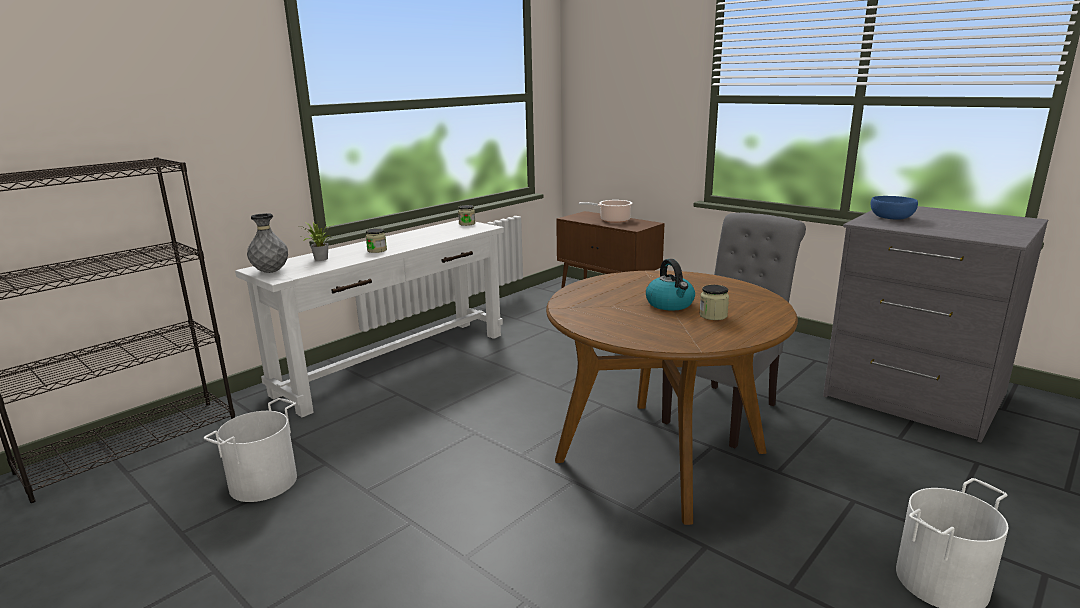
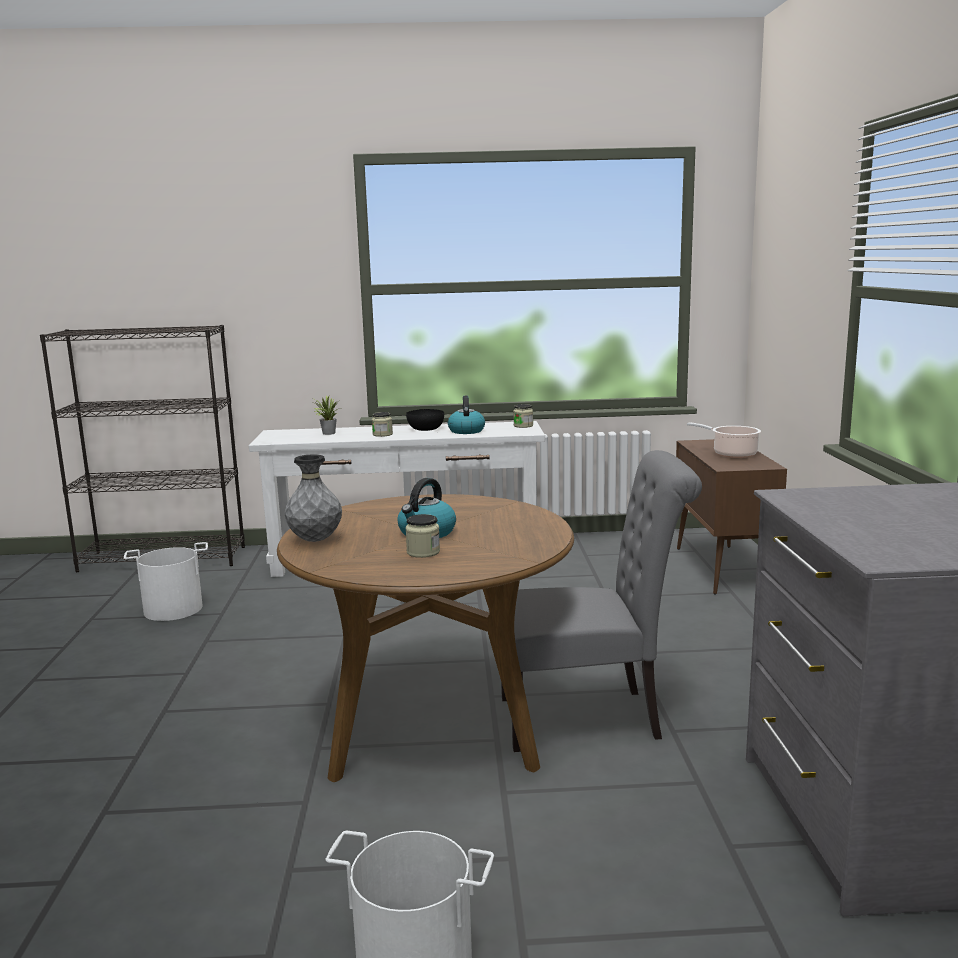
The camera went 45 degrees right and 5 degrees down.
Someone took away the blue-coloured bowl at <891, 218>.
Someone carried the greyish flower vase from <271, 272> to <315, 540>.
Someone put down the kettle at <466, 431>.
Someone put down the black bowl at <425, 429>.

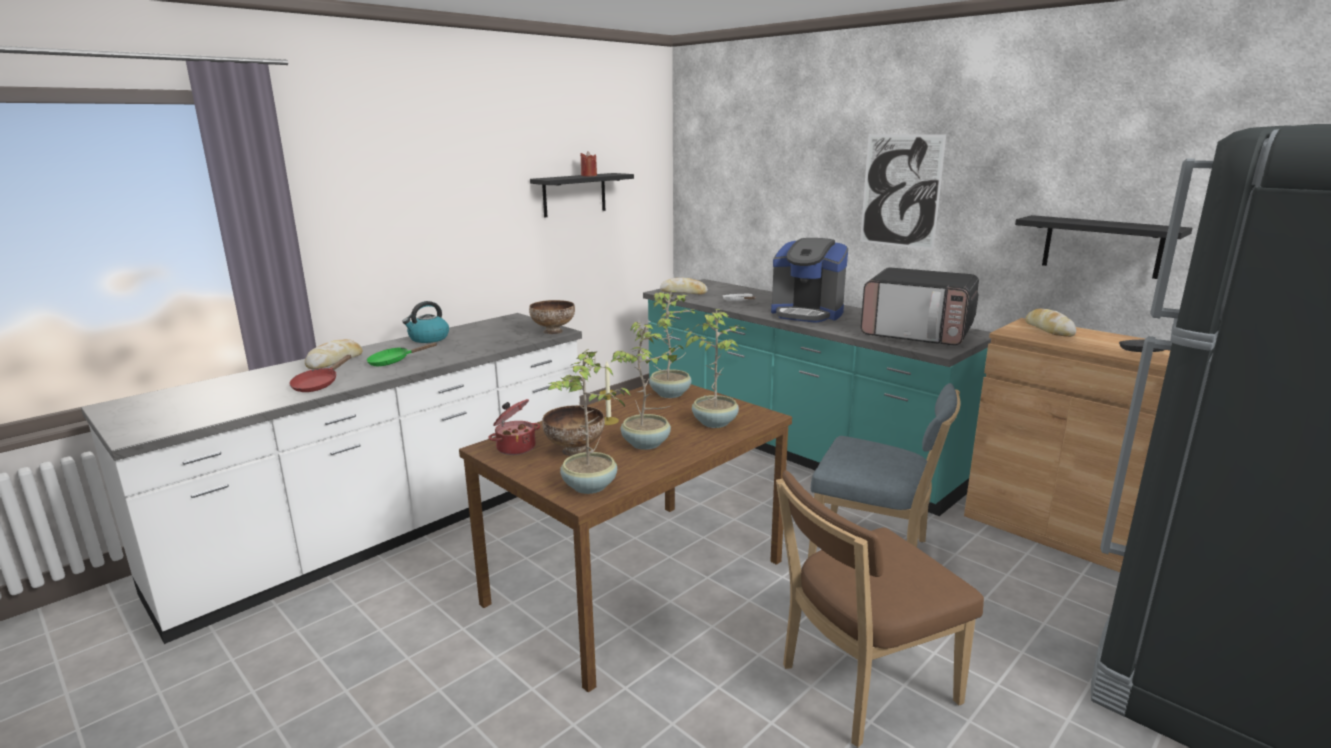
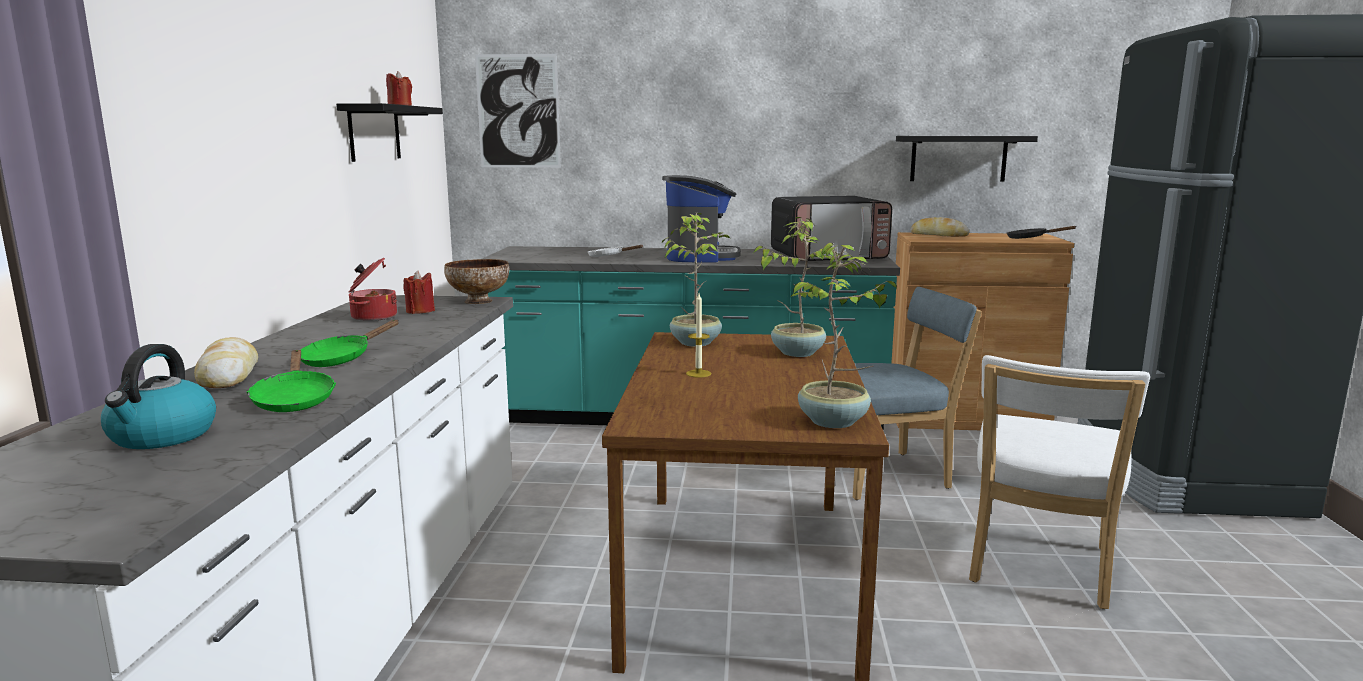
The camera went 40 degrees left and 5 degrees down.
Someone carried the wall picture from <900, 191> to <518, 111>.
Someone rotated the coffee machine at <807, 313> by 75 degrees counterclockwise.
Someone took away the baked bread at <683, 292>.
Someone carried the kettle from <428, 339> to <162, 436>.
Someone took away the houseplant at <647, 444>.
Someone repainted the red skillet at <318, 384>, which became the greenish skillet at <294, 400>.
Someone carried the saucepot from <515, 447> to <373, 317>.
Someone took away the bowl at <574, 451>.
Someone repainted the brown upright chair at <861, 686>, which became the white-coloured upright chair at <1038, 569>.
Someone put down the red wax light at <420, 311>.

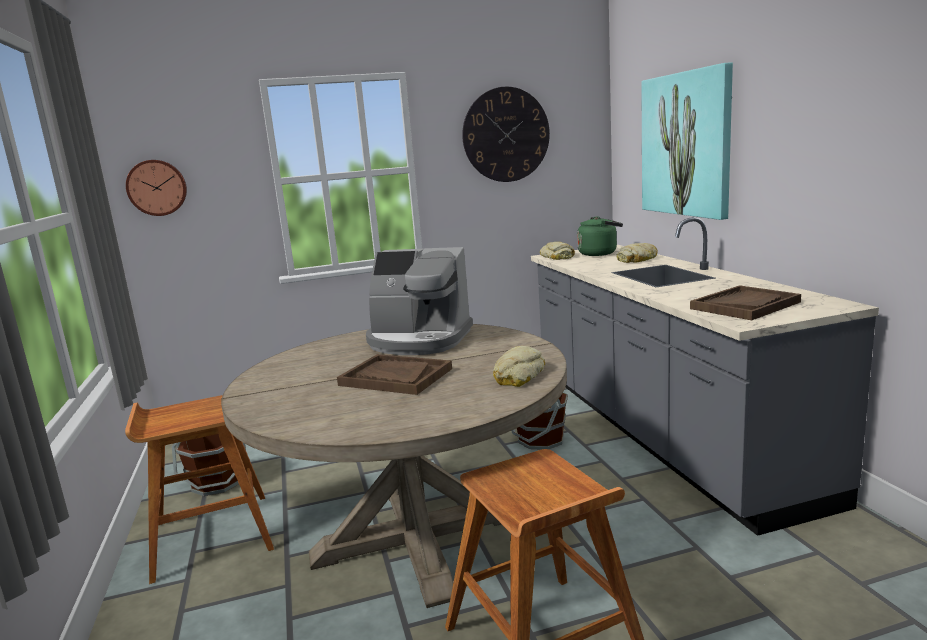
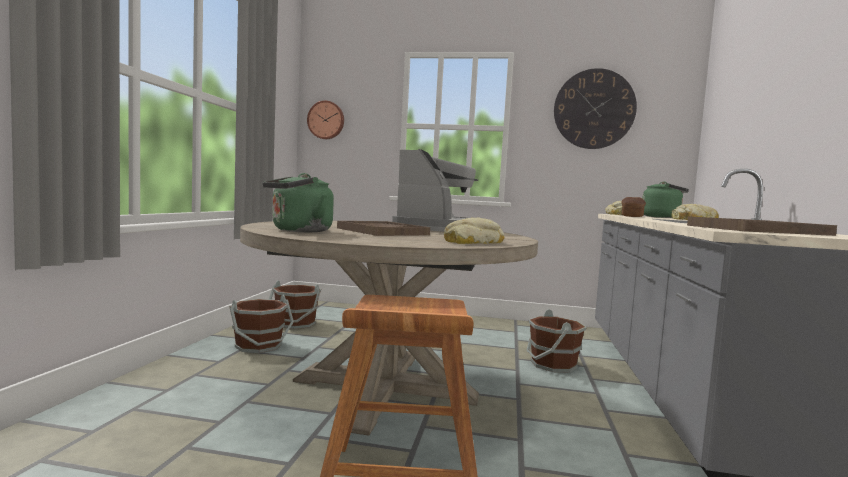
The camera went 25 degrees right and 10 degrees down.
Someone took away the wall picture at <686, 144>.
Someone rotated the coffee machine at <418, 340> by 120 degrees counterclockwise.
Someone swapped the brown stool seat at <211, 536> for the brown bucket at <259, 346>.
Someone put down the greenish kettle at <298, 231>.
Someone put down the baked bread at <632, 216>.

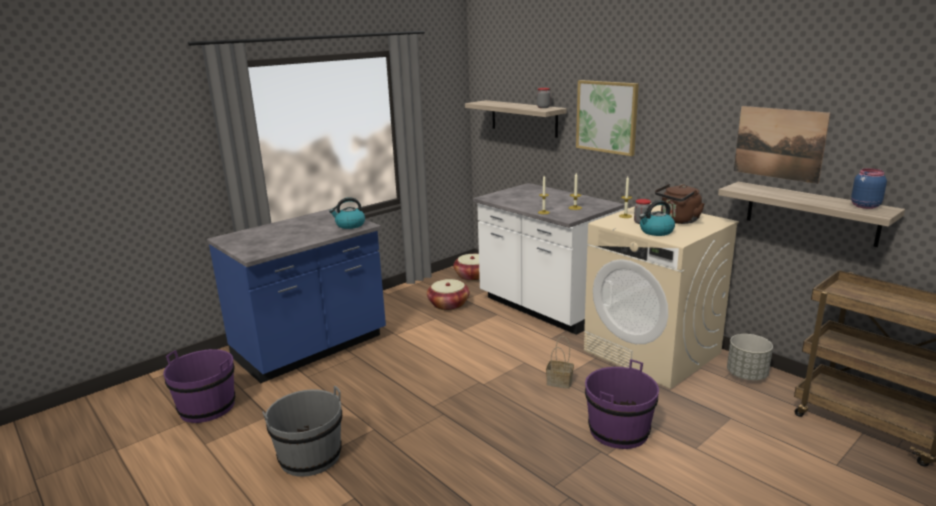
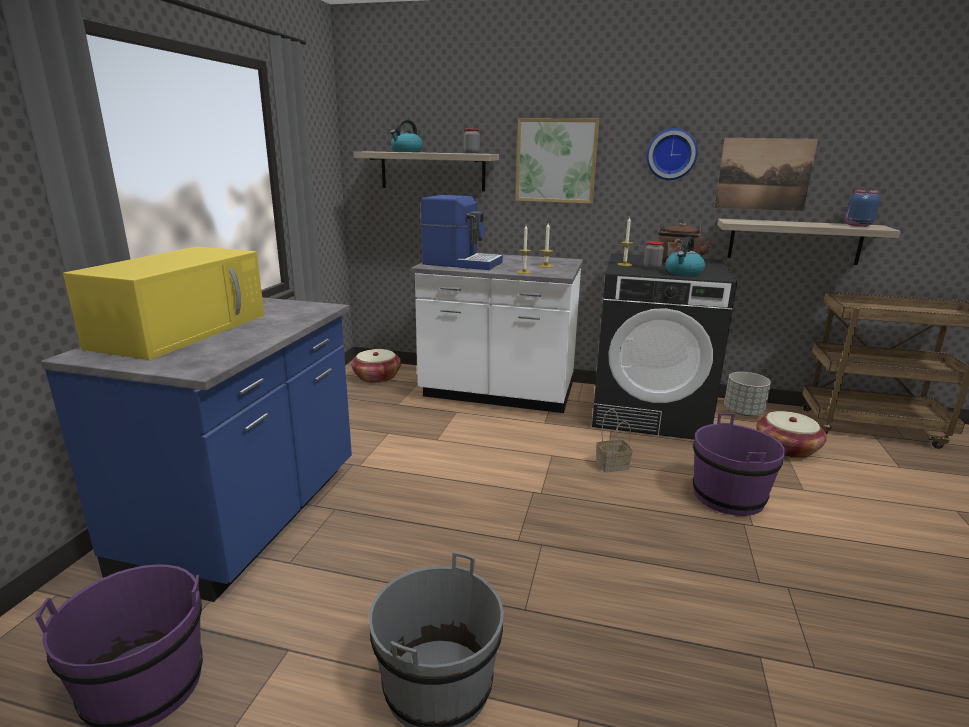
The camera went 35 degrees left and 0 degrees up.
Someone carried the kettle from <350, 225> to <406, 152>.
Someone repainted the sand-coloured washing machine at <652, 352>, which became the black washing machine at <650, 412>.
Someone carried the household basket from <448, 304> to <786, 448>.
Someone put up the hanging clock at <671, 154>.
Someone put down the coffee machine at <462, 263>.
Someone put down the yellowish microwave oven at <183, 330>.

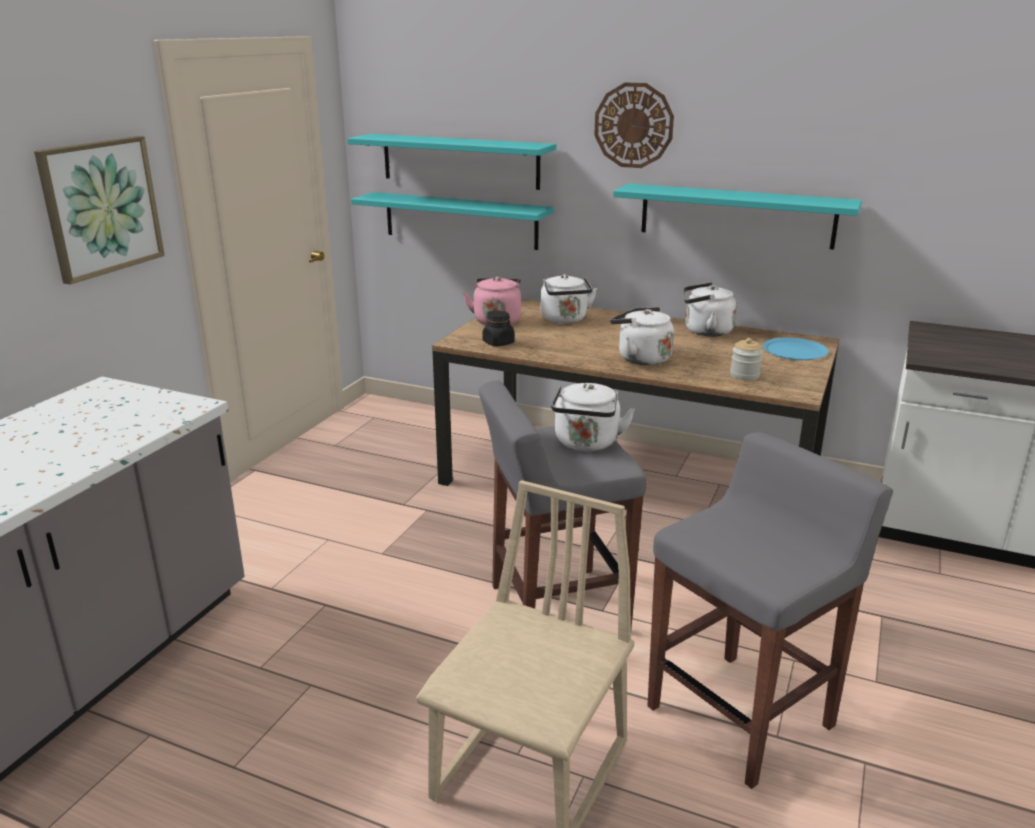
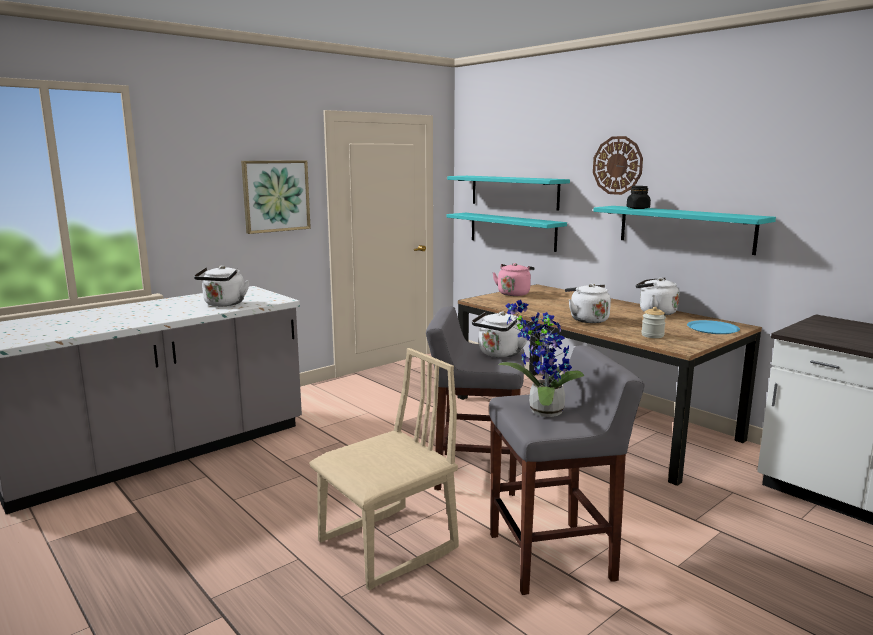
The camera went 25 degrees right and 10 degrees down.
Someone carried the white-coloured kettle from <565, 320> to <223, 304>.
Someone carried the black preserve jar from <498, 343> to <638, 208>.
Someone put down the houseplant at <541, 411>.

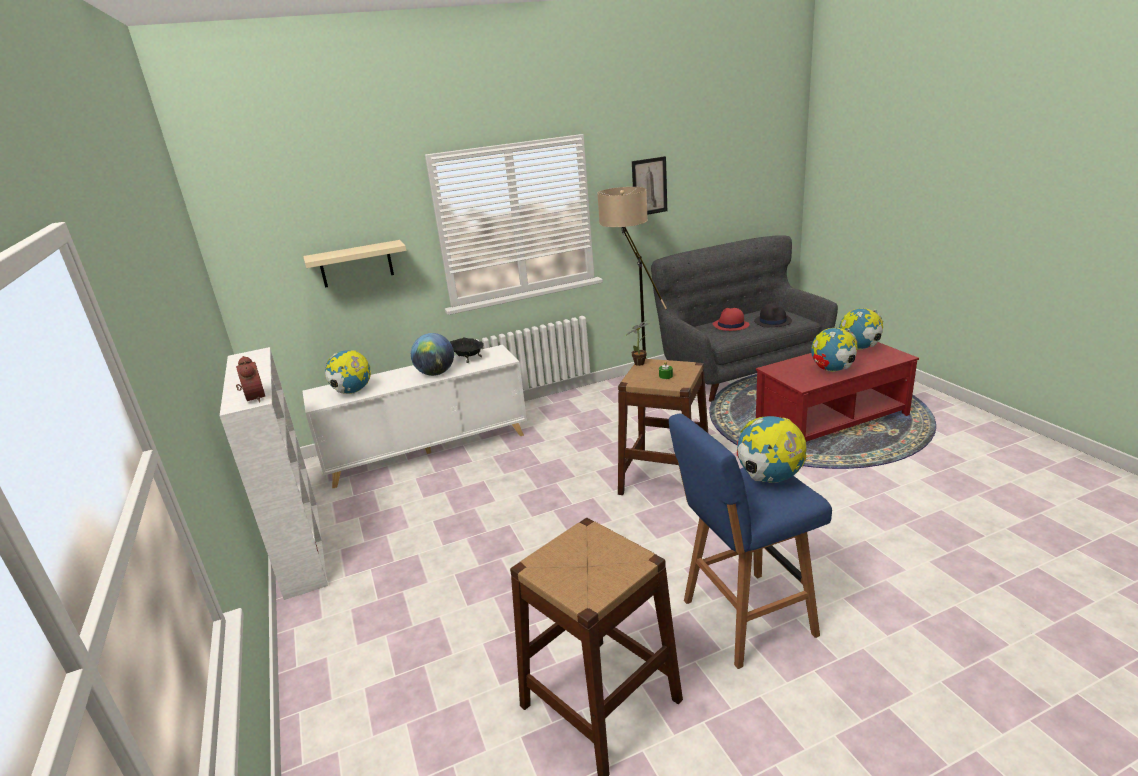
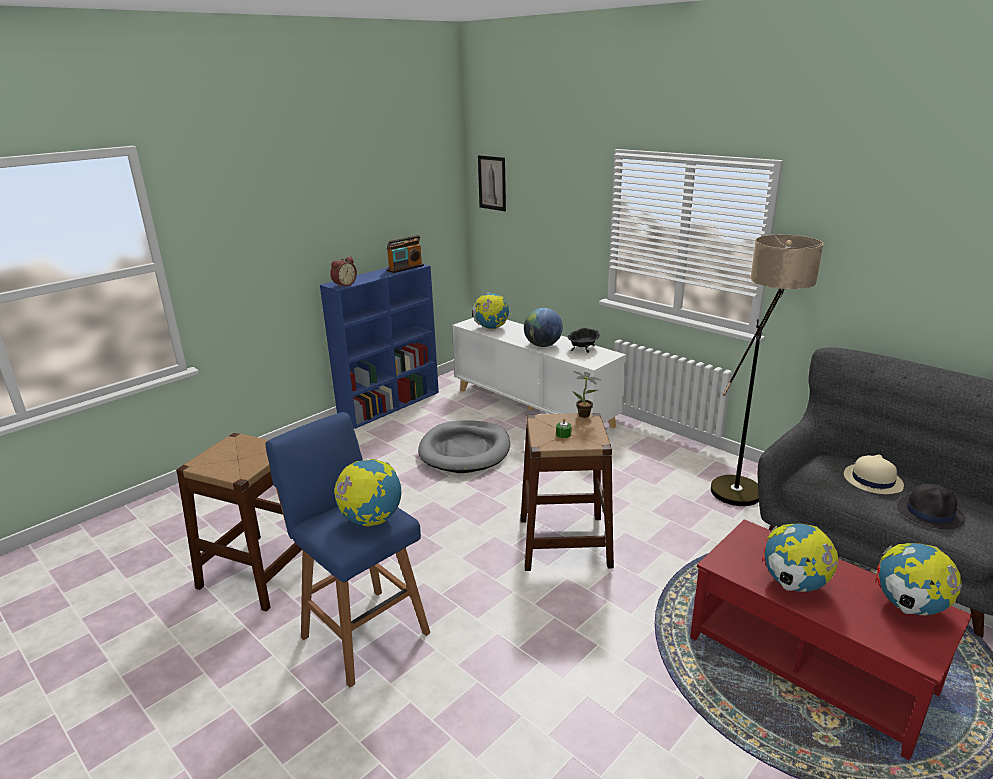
The camera went 65 degrees right and 0 degrees up.
Someone carried the wall picture from <649, 186> to <492, 183>.
Someone took away the sand-coloured bracket shelf at <356, 264>.
Someone repainted the red clothing hat at <730, 325>, which became the sand-coloured clothing hat at <872, 480>.
Someone repainted the white-coloured bookcase at <301, 546>, which became the blue-coloured bookcase at <390, 405>.
Someone put down the radio receiver at <405, 268>.
Someone put down the greyish pet bed at <465, 450>.

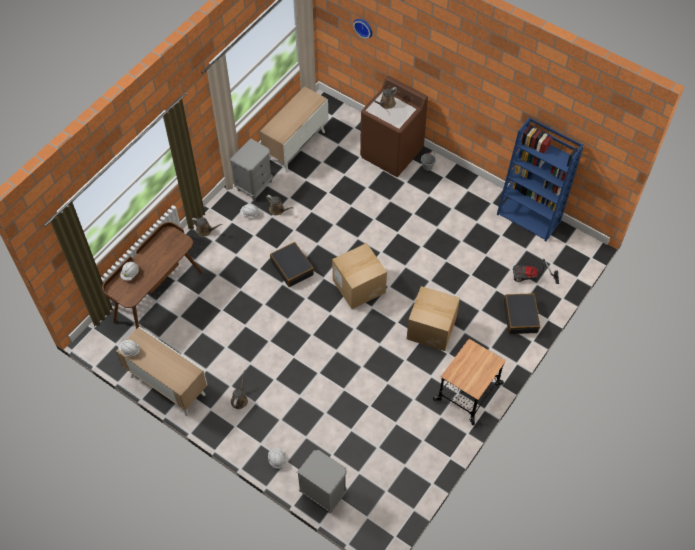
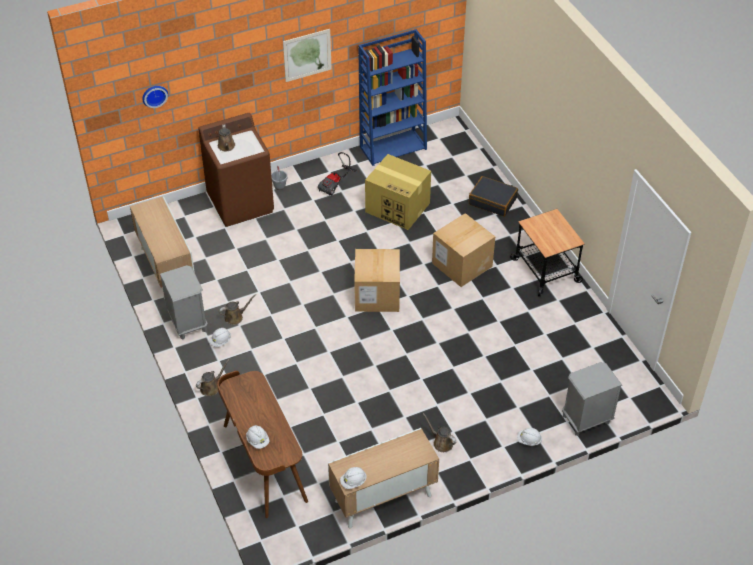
The camera went 60 degrees left and 10 degrees down.
Someone took away the black suitcase at <292, 268>.
Someone carried the vacuum cleaner from <531, 278> to <336, 184>.
Someone put up the wall picture at <307, 55>.
Someone put down the packing box at <398, 207>.

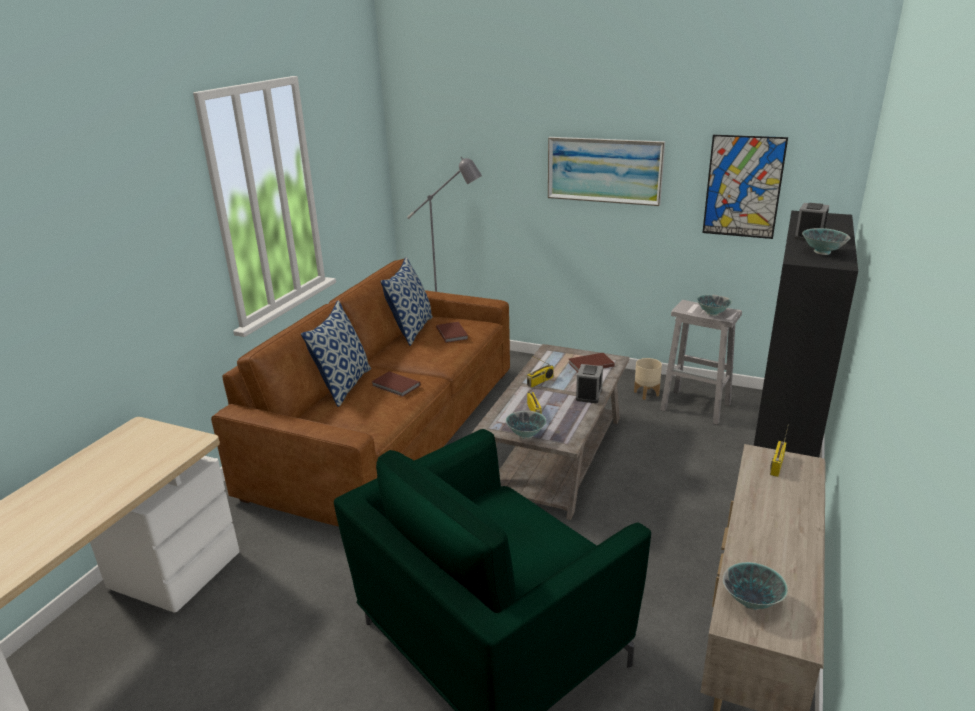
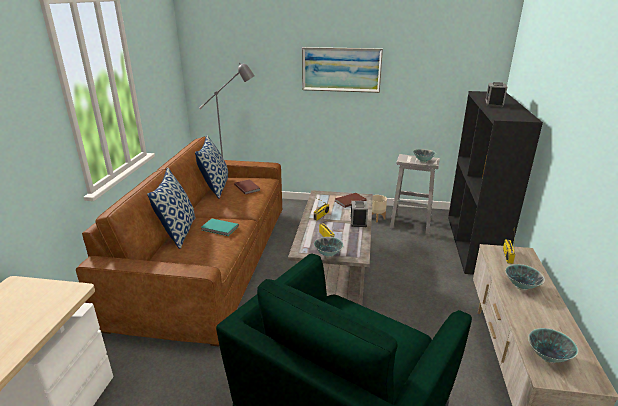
The camera went 15 degrees left and 0 degrees up.
Someone took away the wall picture at <743, 187>.
Someone carried the bowl from <822, 252> to <521, 286>.
Someone repainted the brown volume at <395, 386>, which became the blue-green volume at <220, 228>.

